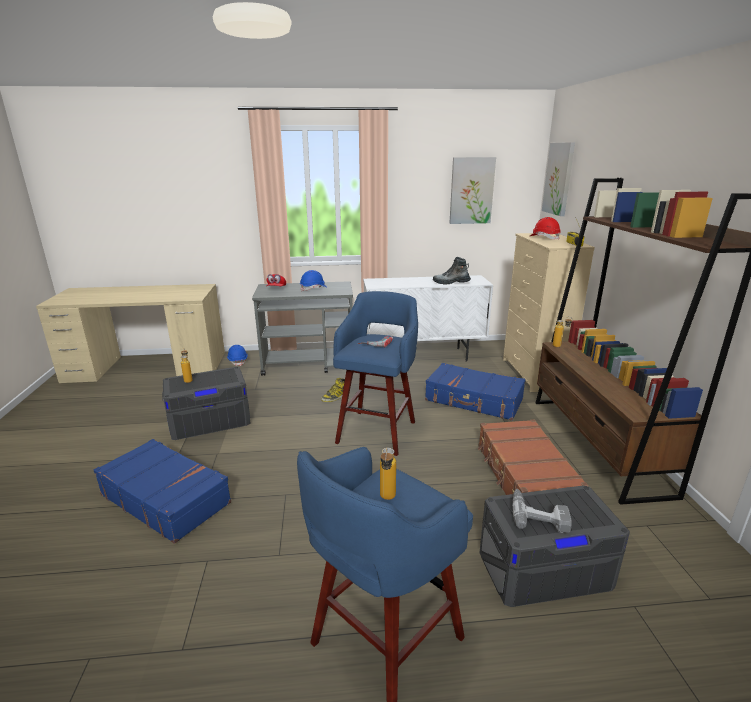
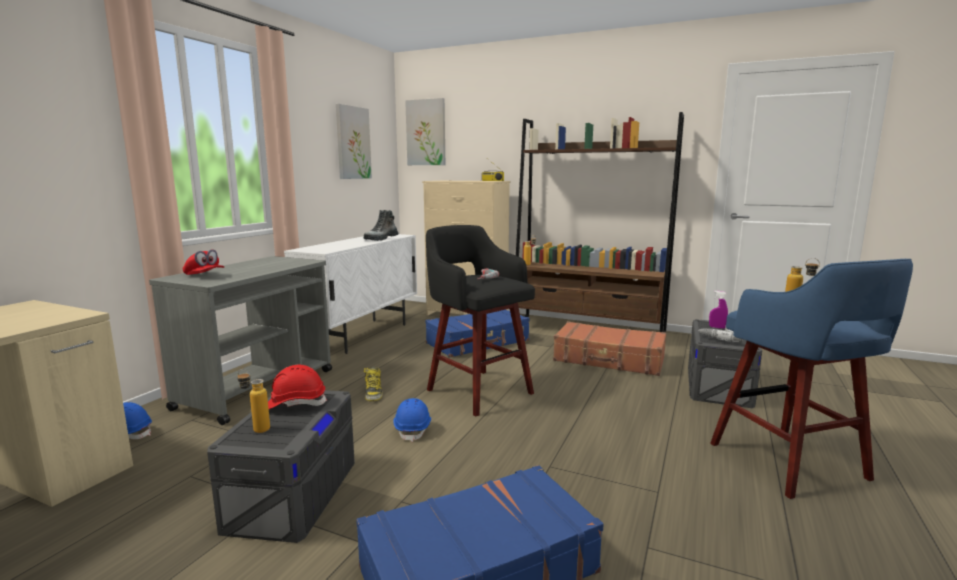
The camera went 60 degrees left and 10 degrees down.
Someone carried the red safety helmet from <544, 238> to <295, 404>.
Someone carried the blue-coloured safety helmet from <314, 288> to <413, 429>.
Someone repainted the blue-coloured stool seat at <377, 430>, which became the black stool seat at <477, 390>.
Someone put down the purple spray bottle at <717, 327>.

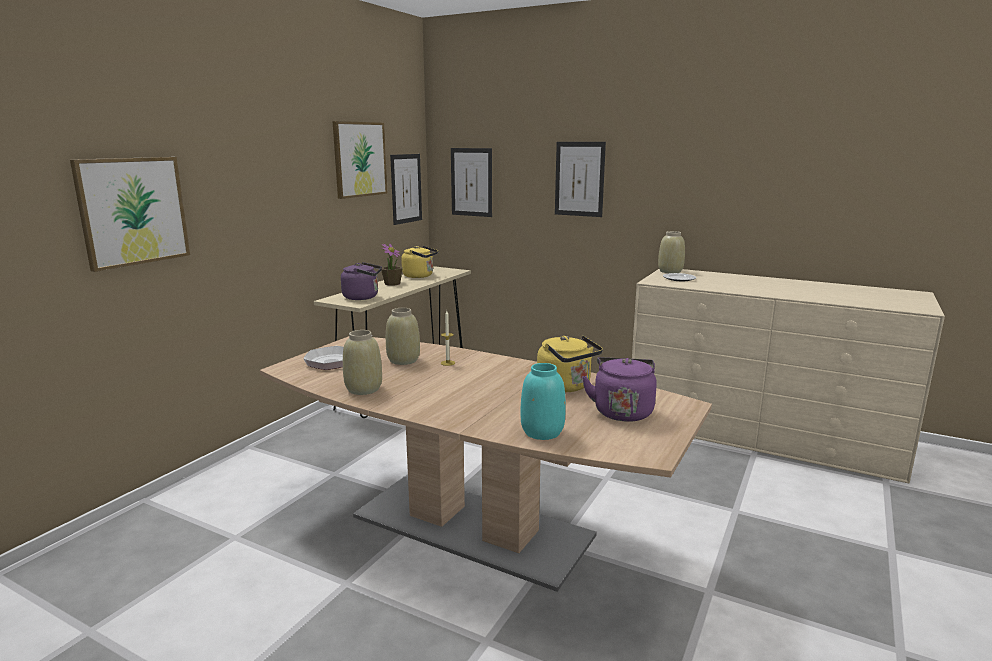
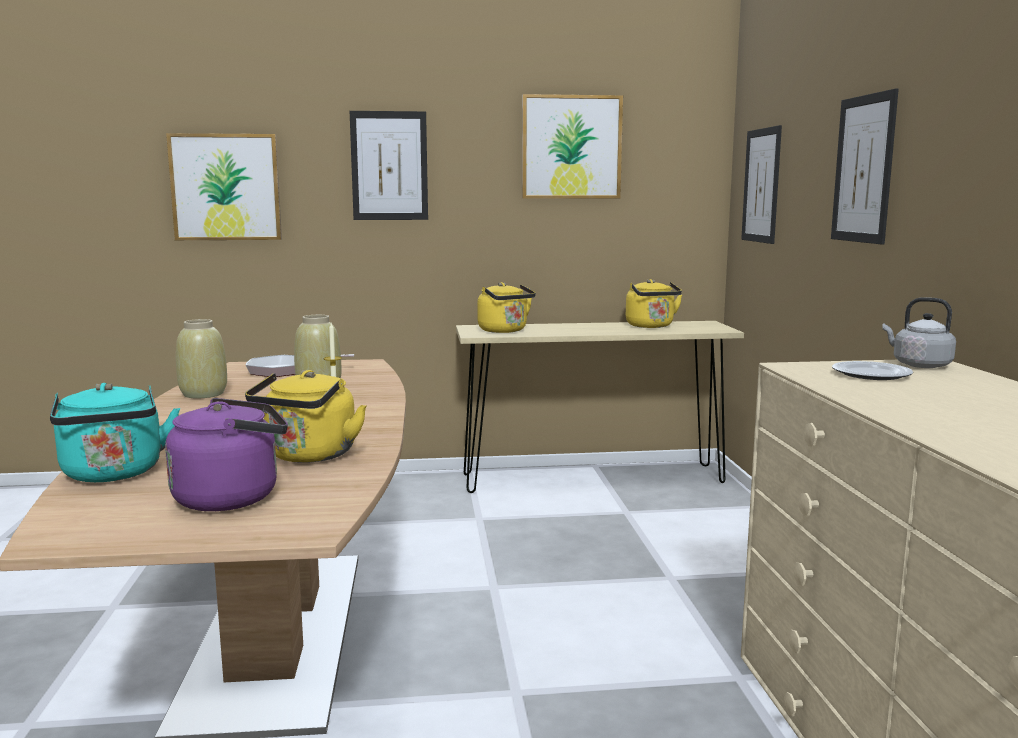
The camera went 55 degrees right and 5 degrees down.
Someone carried the wall picture from <406, 188> to <389, 166>.
Someone swapped the sand-coloured flower vase at <670, 271> for the greyish kettle at <918, 365>.
Someone took away the houseplant at <392, 283>.
Someone repainted the purple kettle at <363, 297>, which became the yellowish kettle at <505, 331>.
Someone swapped the blue-green flower vase at <542, 432> for the blue-green kettle at <114, 474>.

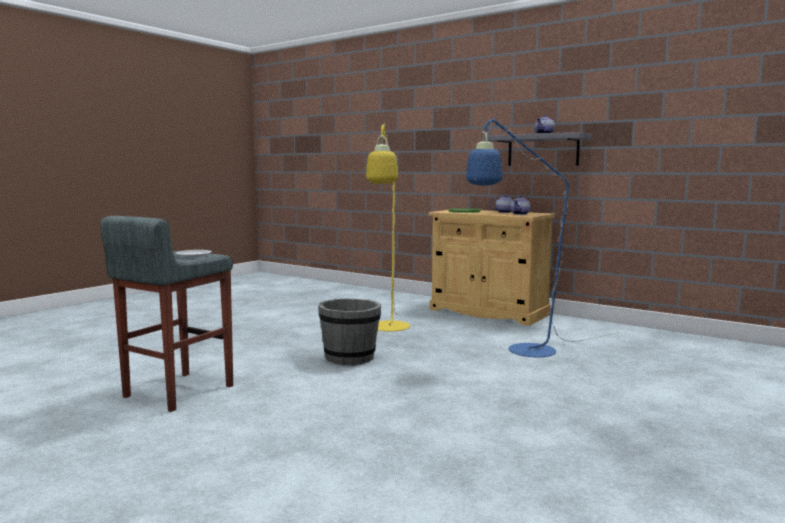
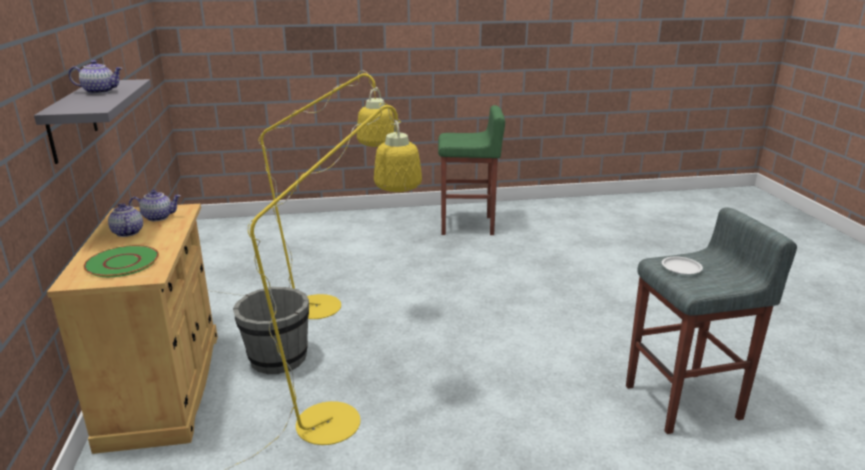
The camera went 135 degrees left and 15 degrees up.
Someone repainted the blue-coloured standing lamp at <522, 352>, which became the yellowish standing lamp at <329, 308>.
Someone carried the greyish bucket from <350, 358> to <277, 358>.
Someone put down the greenish stool seat at <468, 226>.

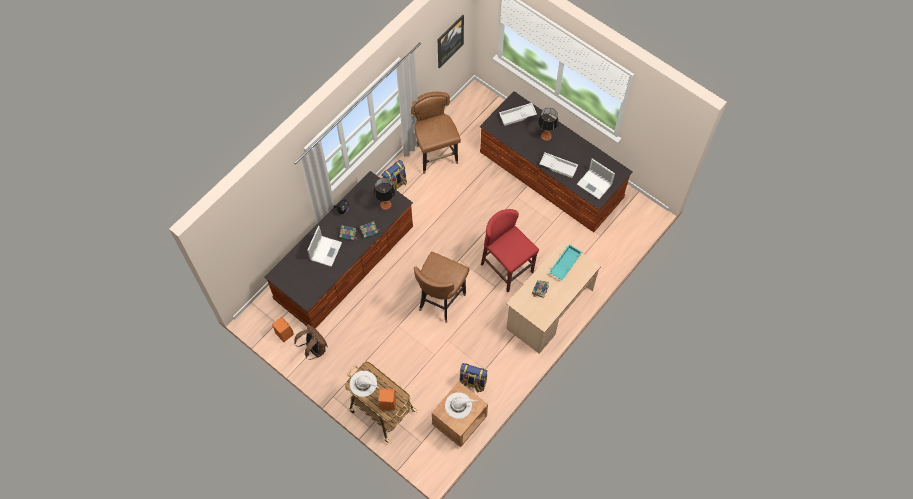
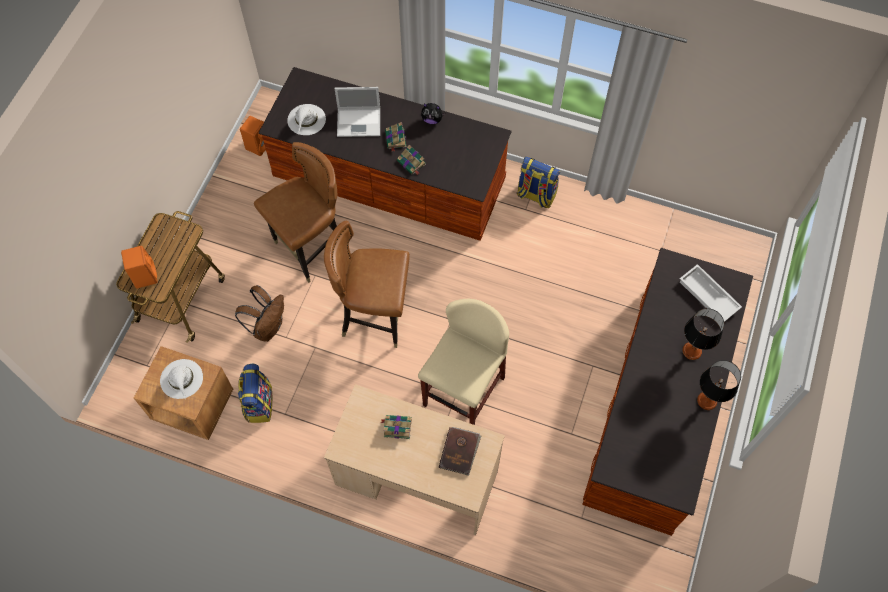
The camera went 70 degrees right and 0 degrees up.
Someone took away the wall picture at <449, 41>.
Someone carried the brown upright chair from <436, 156> to <311, 249>.
Someone took away the white-coloured serving tray at <558, 166>.
Someone took away the portable computer at <595, 184>.
Someone carried the lamp for a table from <386, 205> to <706, 401>.
Someone repainted the red stool seat at <507, 268>, which became the sand-coloured stool seat at <463, 391>.
Someone swapped the blue-green serving tray at <565, 263> for the brown volume at <460, 451>.
Someone carried the brown knapsack from <314, 349> to <268, 327>.
Someone carried the white-coloured clothing hat from <363, 383> to <306, 120>.

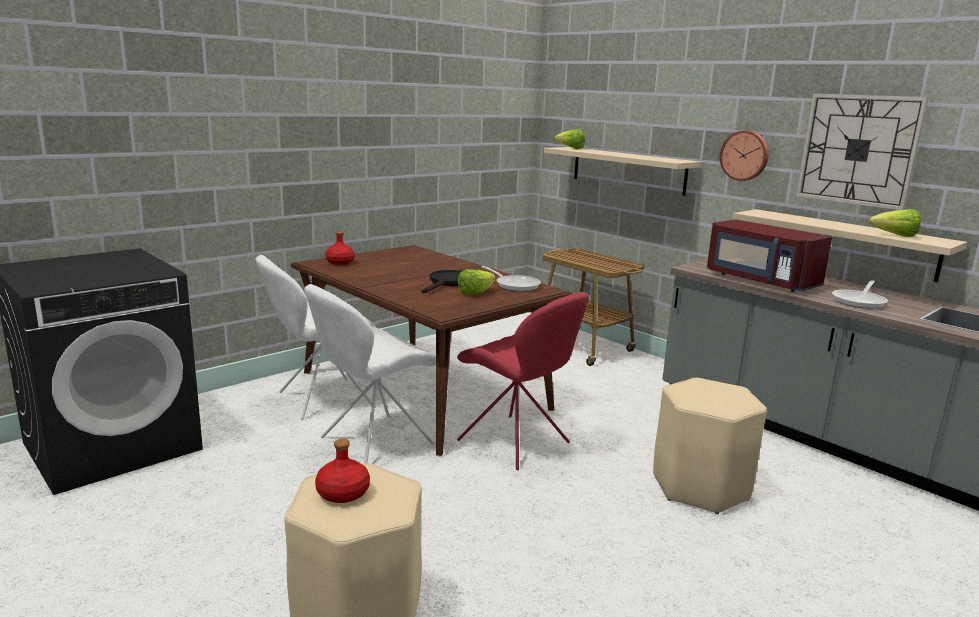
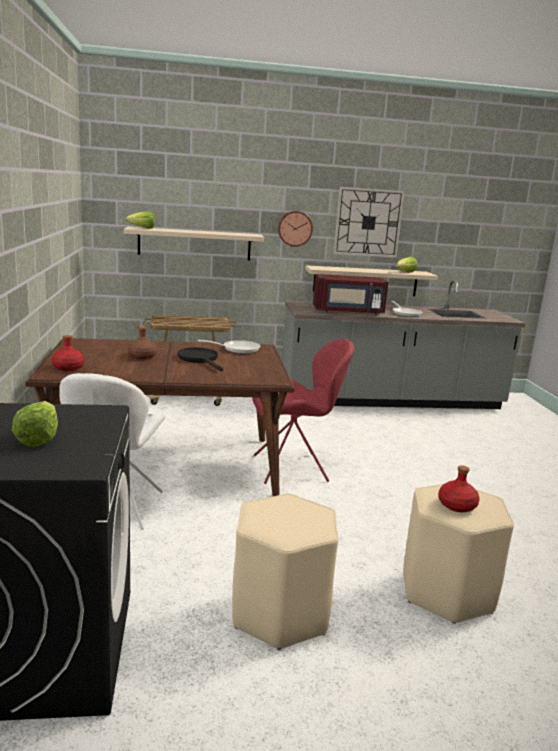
The camera went 55 degrees left and 0 degrees up.
Someone carried the lettuce head from <475, 293> to <38, 439>.
Someone took away the white-coloured upright chair at <373, 442>.
Someone carried the sand-coloured stool seat from <700, 487> to <279, 613>.
Someone put down the brown drink bottle at <142, 356>.

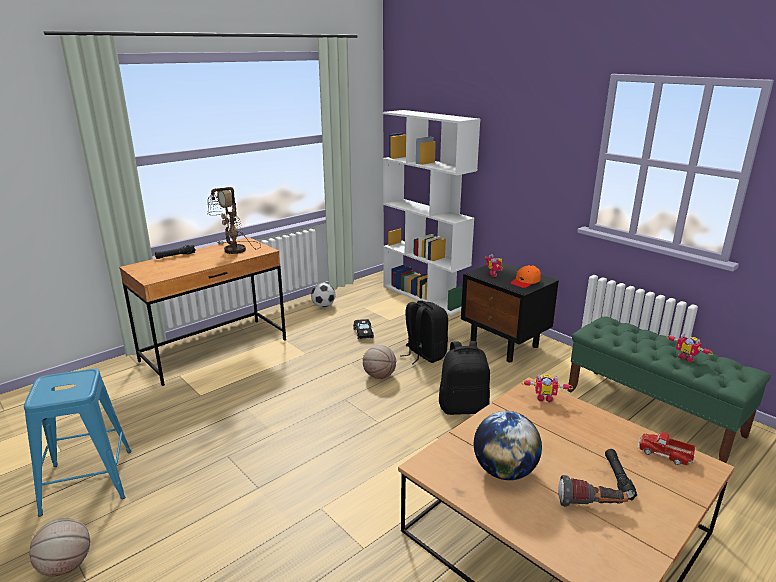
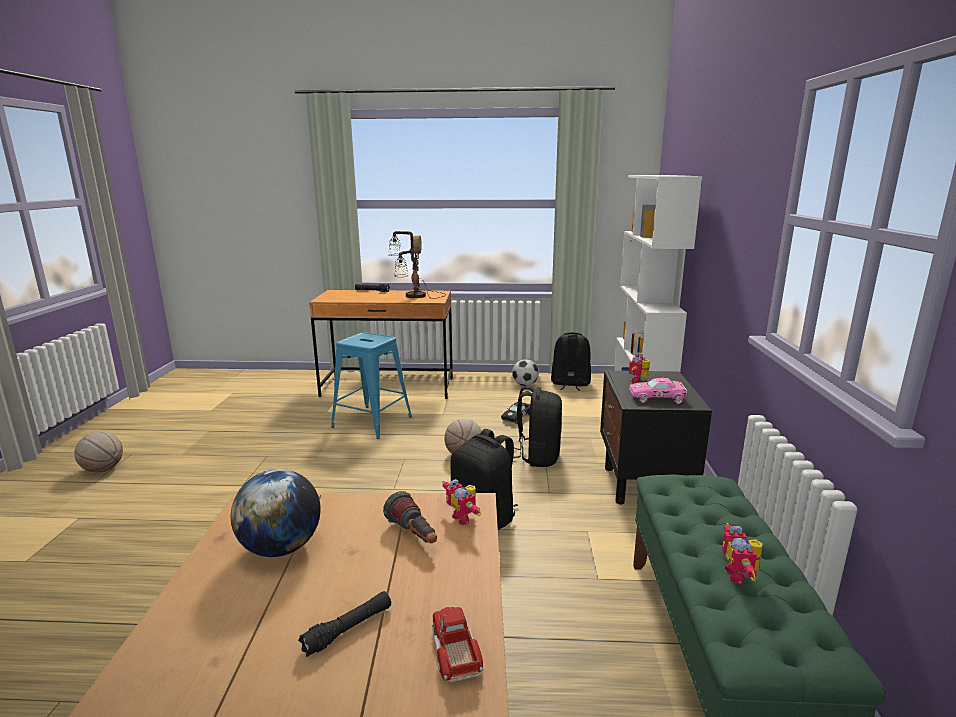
The camera went 45 degrees right and 5 degrees down.
Someone swapped the orange-coloured baseball cap at <525, 282> for the pink toy car at <659, 398>.
Someone carried the blue-coloured stool seat from <88, 481> to <372, 422>.
Someone carried the flashlight from <590, 505> to <414, 536>.
Someone put down the black knapsack at <570, 384>.

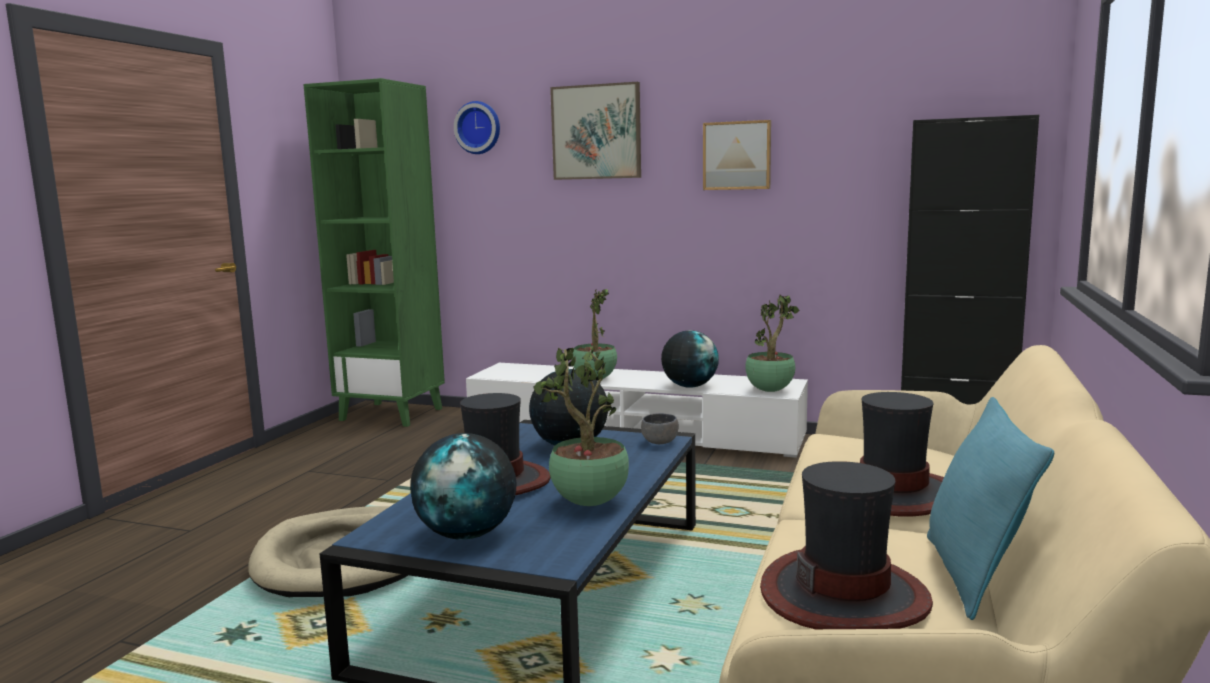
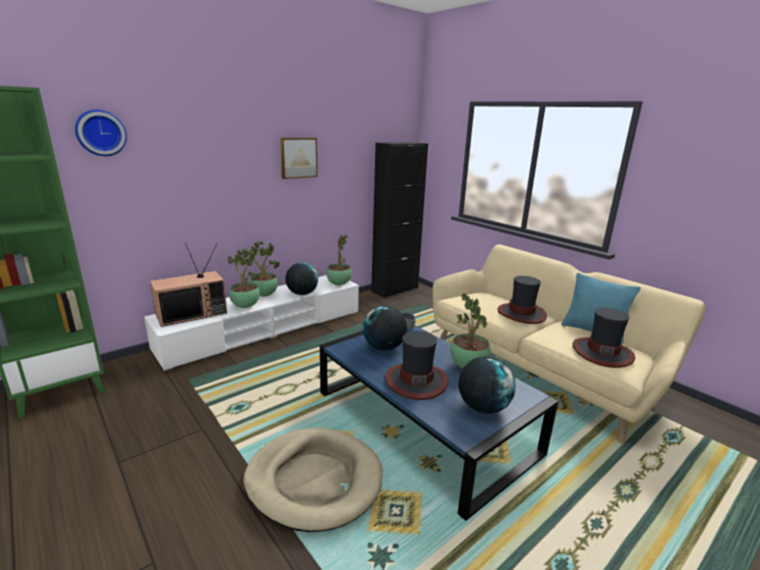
The camera went 60 degrees left and 10 degrees up.
Someone took away the wall picture at <596, 132>.
Someone put down the houseplant at <263, 295>.
Someone put down the TV at <192, 313>.

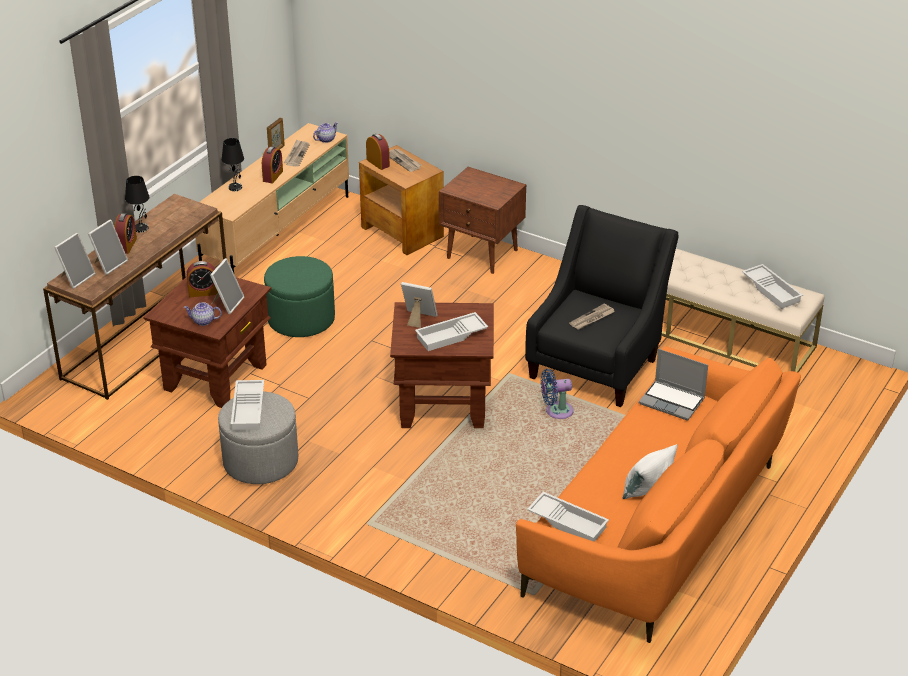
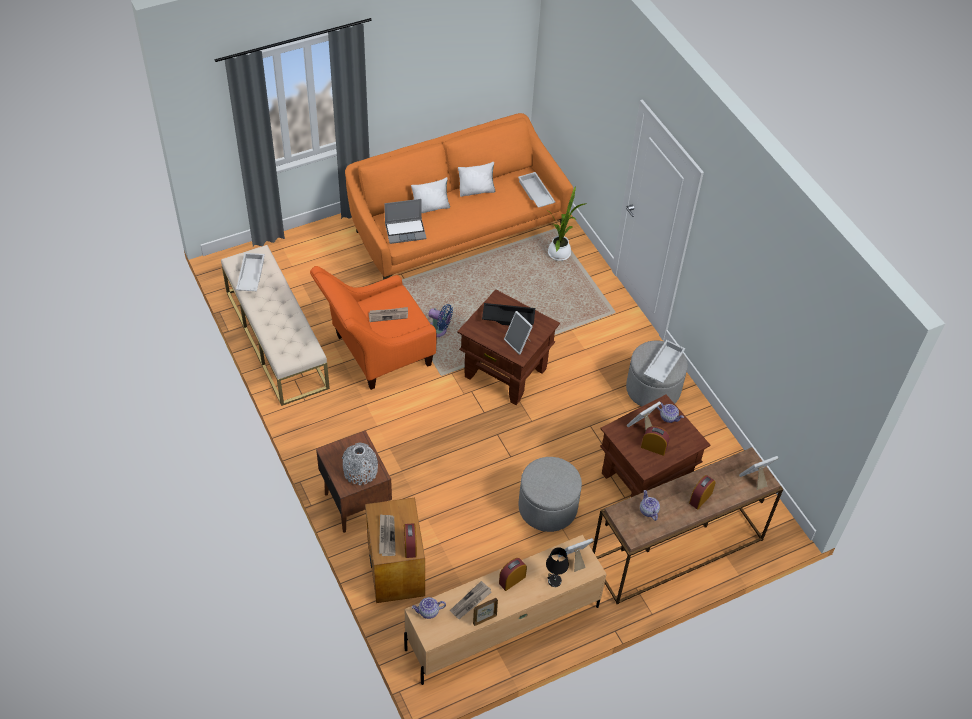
The camera went 150 degrees left and 15 degrees up.
Someone took away the black lamp for a table at <141, 228>.
Someone repainted the black lounge chair at <597, 363>, which became the orange-coloured lounge chair at <376, 353>.
Someone carried the picture frame from <109, 264> to <574, 559>.
Someone repainted the greenish ottoman at <301, 319>, which became the greyish ottoman at <547, 507>.
Someone repainted the white-coloured serving tray at <451, 336>, which became the black serving tray at <509, 317>.
Someone rotated the portable computer at <672, 401> by 105 degrees clockwise.
Someone put down the white-coloured throw pillow at <431, 207>.
Someone put down the houseplant at <560, 252>.
Someone put down the greyish flower vase at <360, 471>.
Someone put down the pot for tea at <648, 511>.

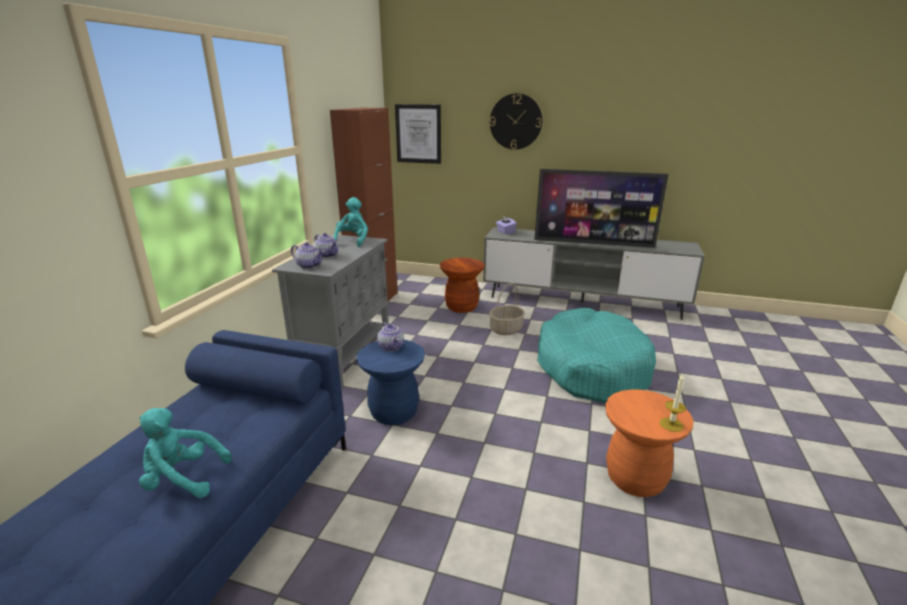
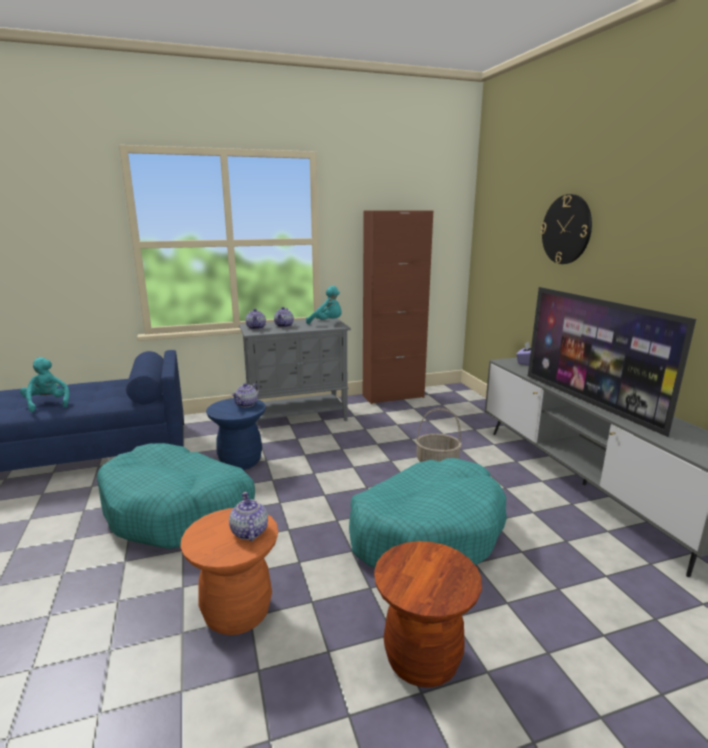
The camera went 55 degrees right and 5 degrees down.
Someone took away the wall picture at <418, 134>.
Someone rotated the blue-green soft toy at <353, 241> by 45 degrees clockwise.
Someone carried the brown stool seat from <461, 307> to <422, 659>.
Someone took away the wax light at <671, 424>.
Someone put down the blue-green pet bed at <178, 510>.
Someone put down the pot for tea at <249, 532>.

